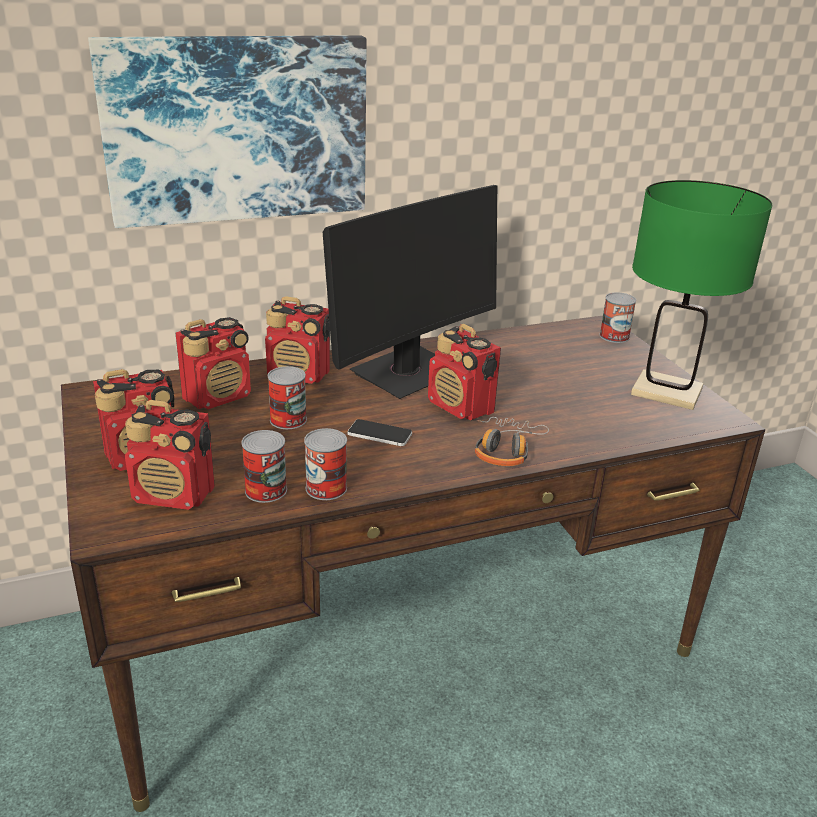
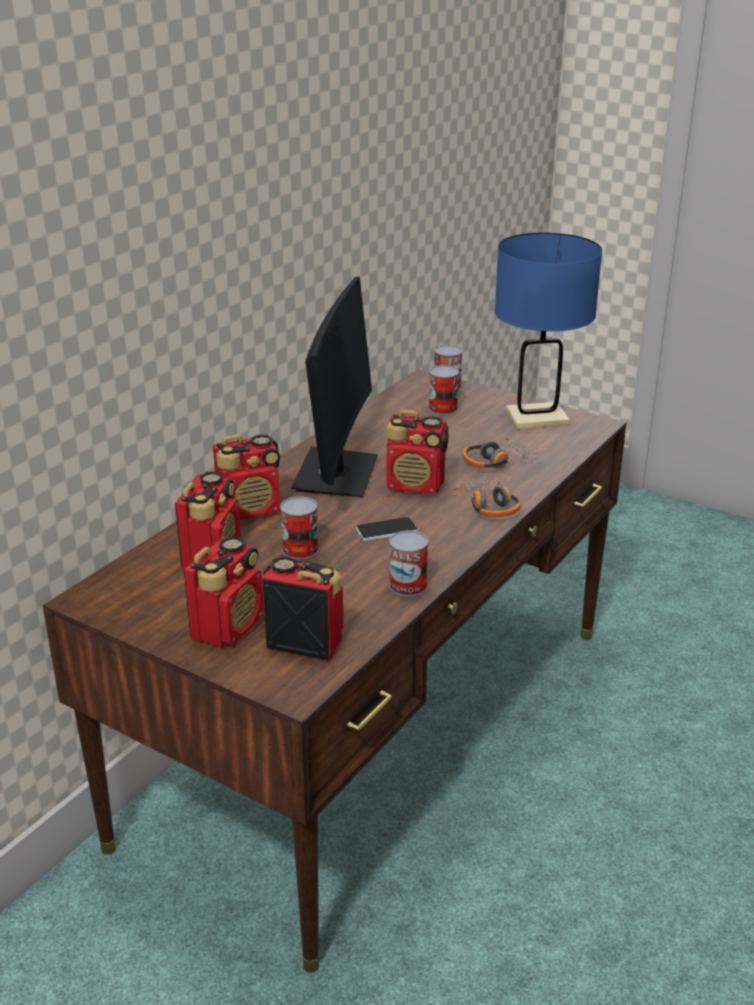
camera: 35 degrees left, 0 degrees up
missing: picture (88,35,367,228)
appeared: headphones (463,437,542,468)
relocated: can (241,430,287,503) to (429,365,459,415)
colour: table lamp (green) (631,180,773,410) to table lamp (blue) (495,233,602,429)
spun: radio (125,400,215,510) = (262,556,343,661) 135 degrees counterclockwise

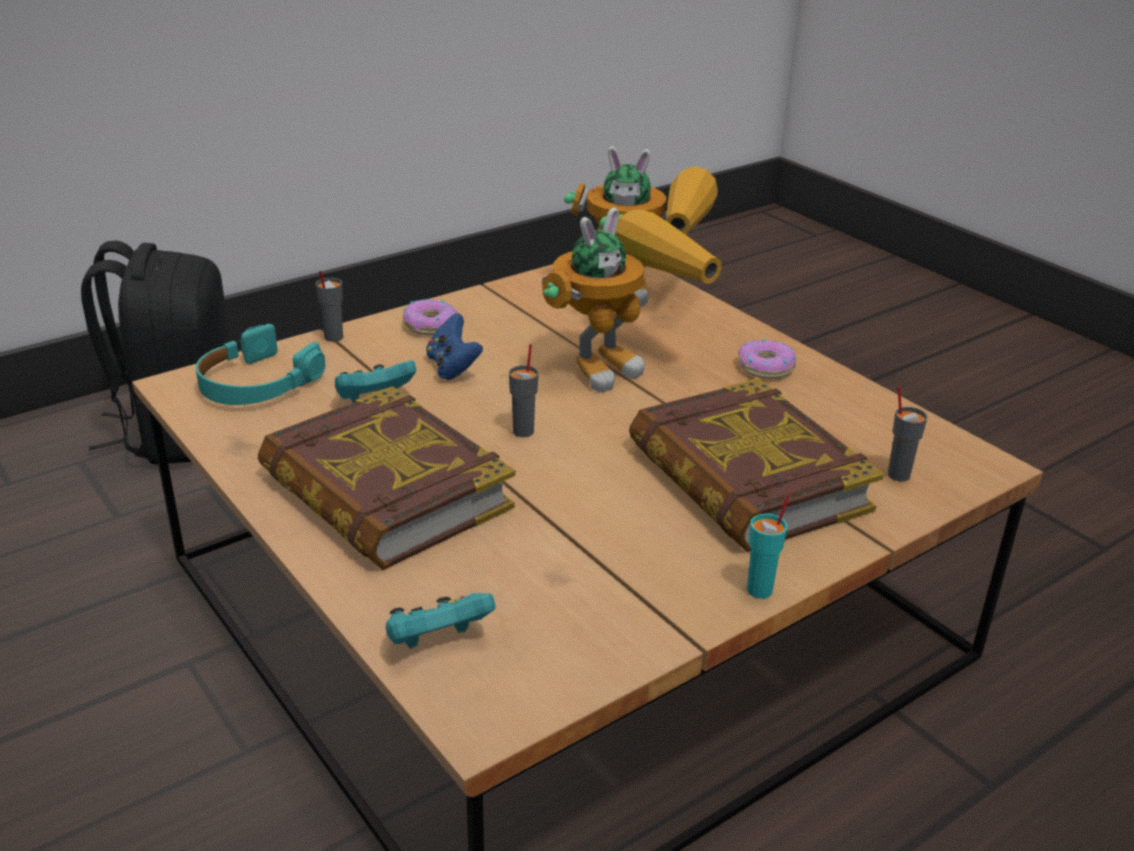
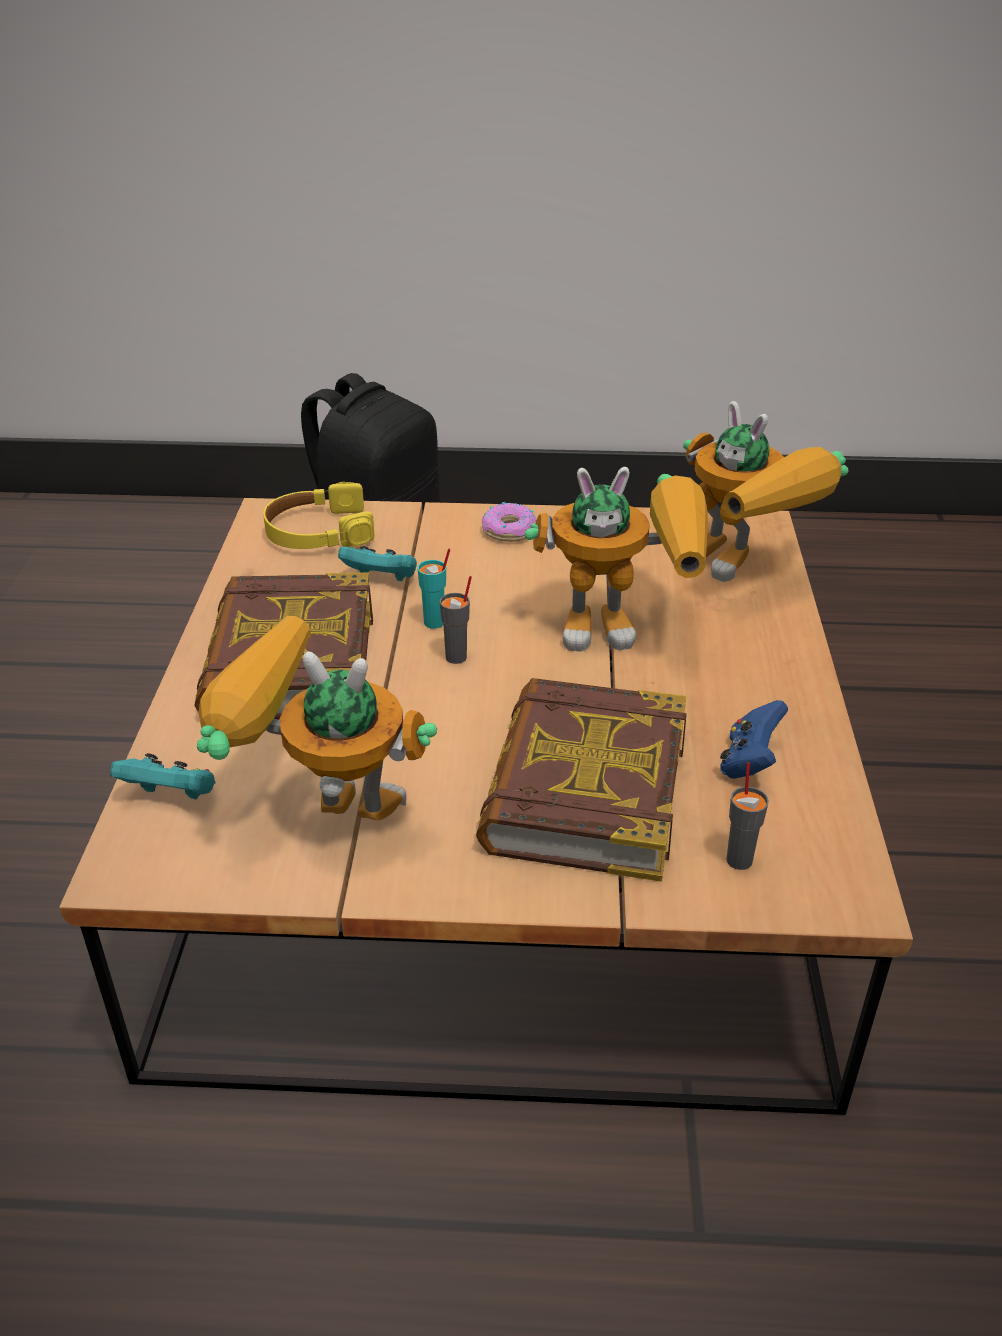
camera: 40 degrees right, 5 degrees up
missing: cup (grey) (316,271,343,342); donut (738,339,796,379)
appeared: toy robot (197,616,437,821)
relocated: game controller (blue) (426,313,483,380) to (720,700,788,779); cup (turquoise) (747,494,790,599) to (417,549,451,629)
colour: headphones (turquoise) (196,324,325,405) to headphones (yellow) (263,482,375,549)

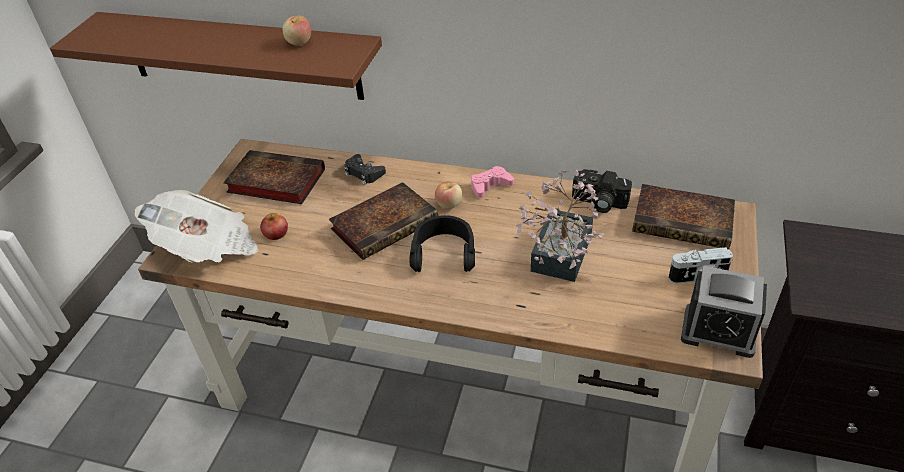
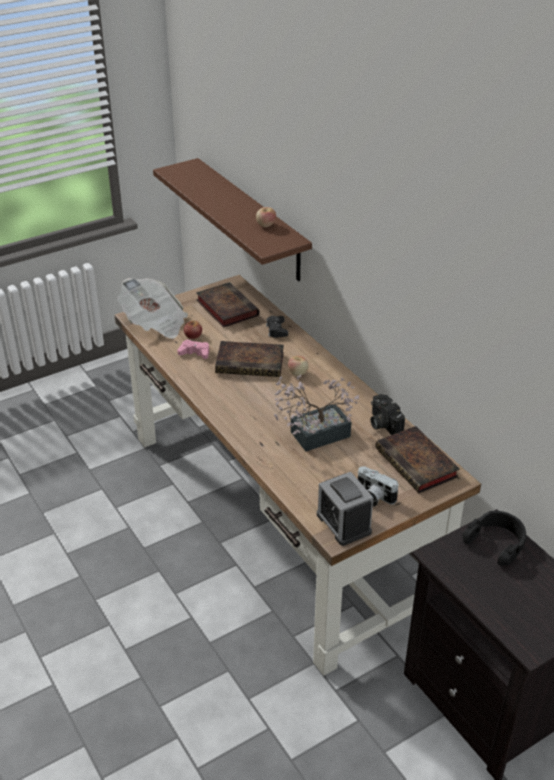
camera: 40 degrees right, 5 degrees down
relocated: headphones (black) (410,215,475,272) to (462,511,526,566); game controller (pink) (471,166,514,198) to (177,340,209,359)

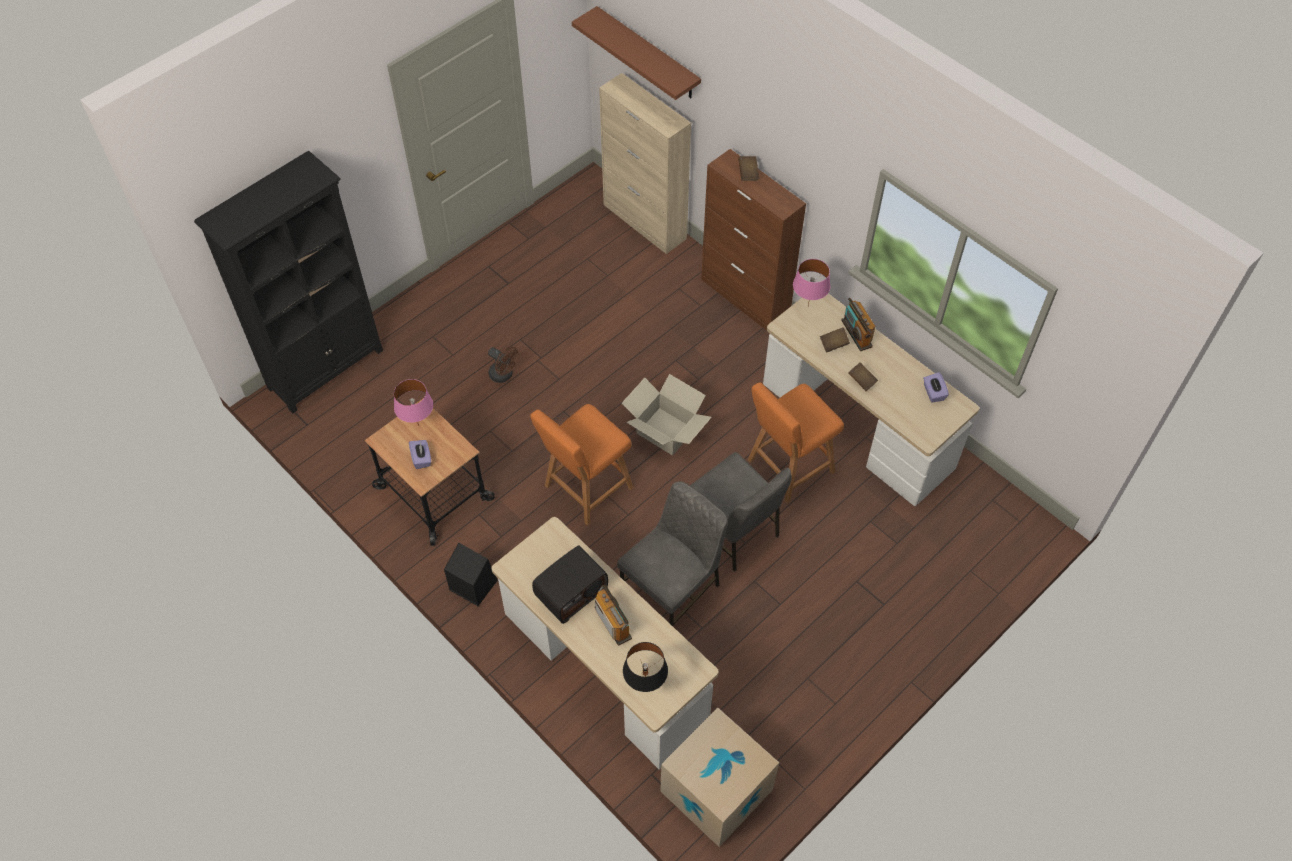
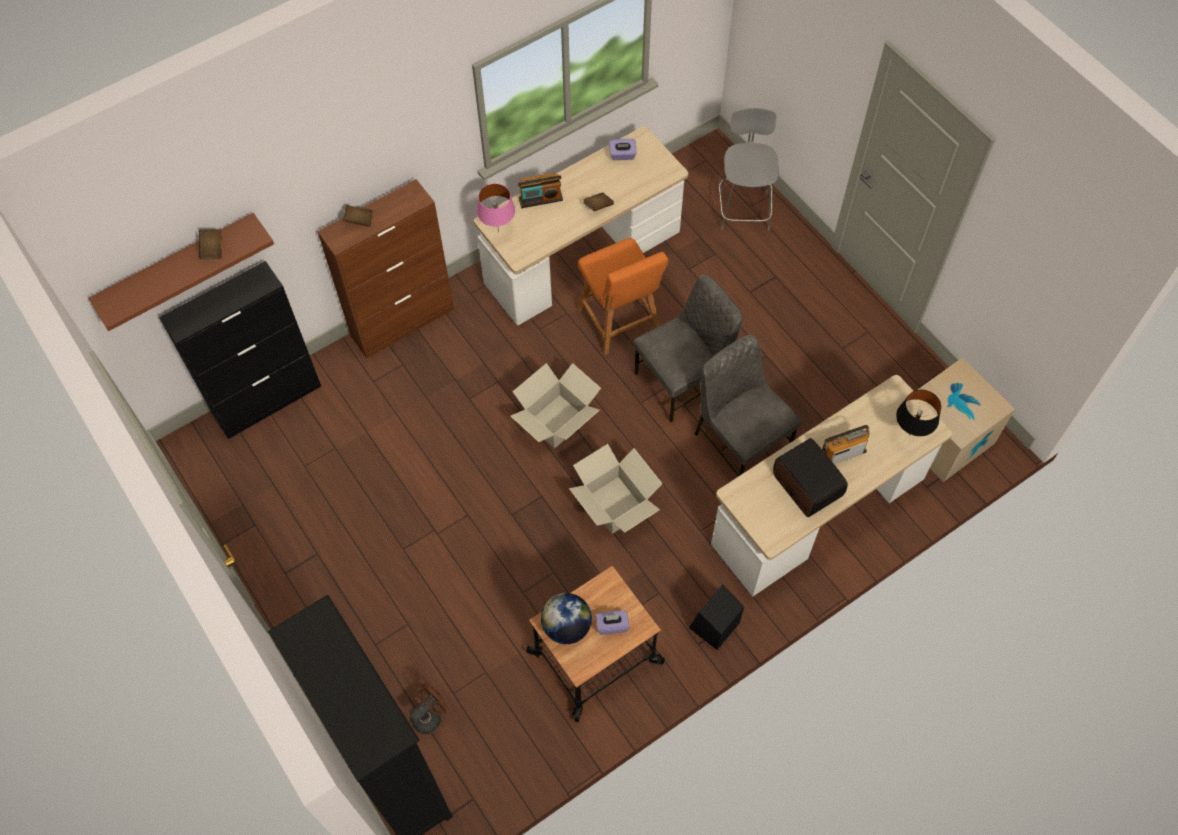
camera: 80 degrees left, 5 degrees up
appeared: chair (grey) (719,108,779,230)
relocated: fan (brown) (488,347,519,383) to (410,684,447,734); book (brown) (820,327,850,352) to (199,229,222,259)
exchanged: table lamp (pink) (394,379,433,426) to globe (541,593,592,644); stool (orange) (530,404,634,526) to cardboard box (569,444,663,534)
colour: cabinet (beige) (599,73,691,254) to cabinet (black) (159,261,321,439)

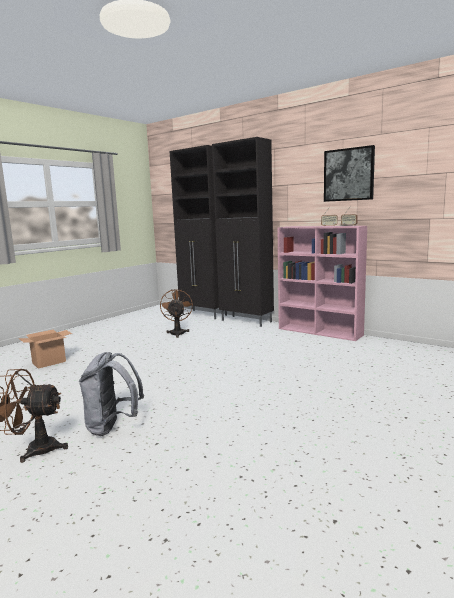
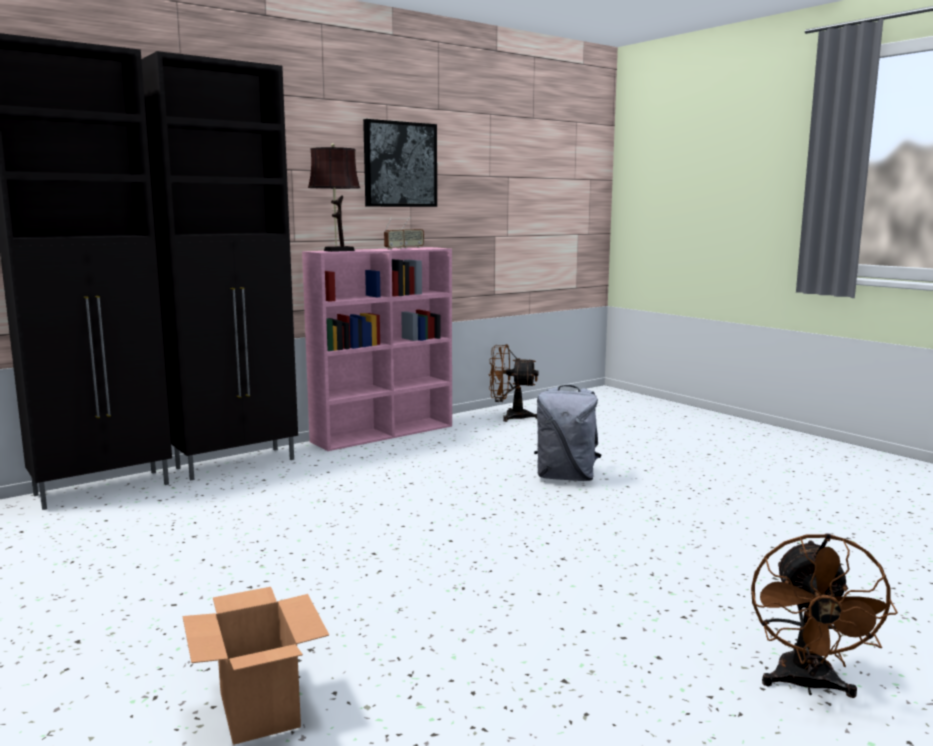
camera: 75 degrees left, 0 degrees up
appeared: table lamp (brown) (308,143,360,252)
relocated: backpack (grey) (79,352,144,436) to (534,385,602,481); fan (brown) (160,289,193,338) to (489,344,539,422)

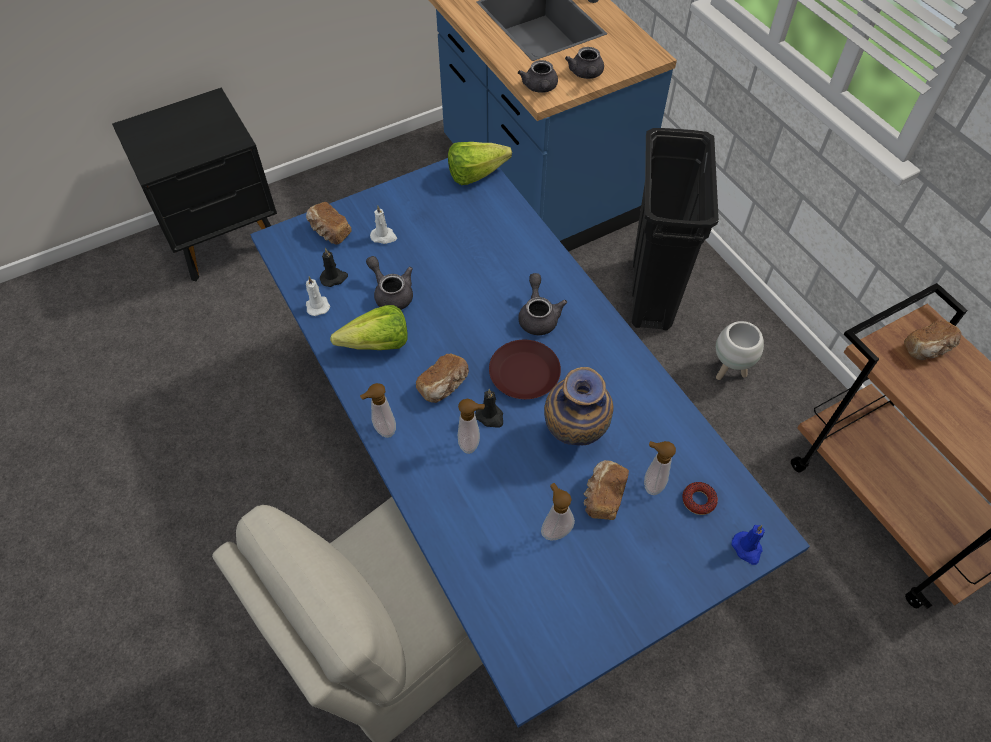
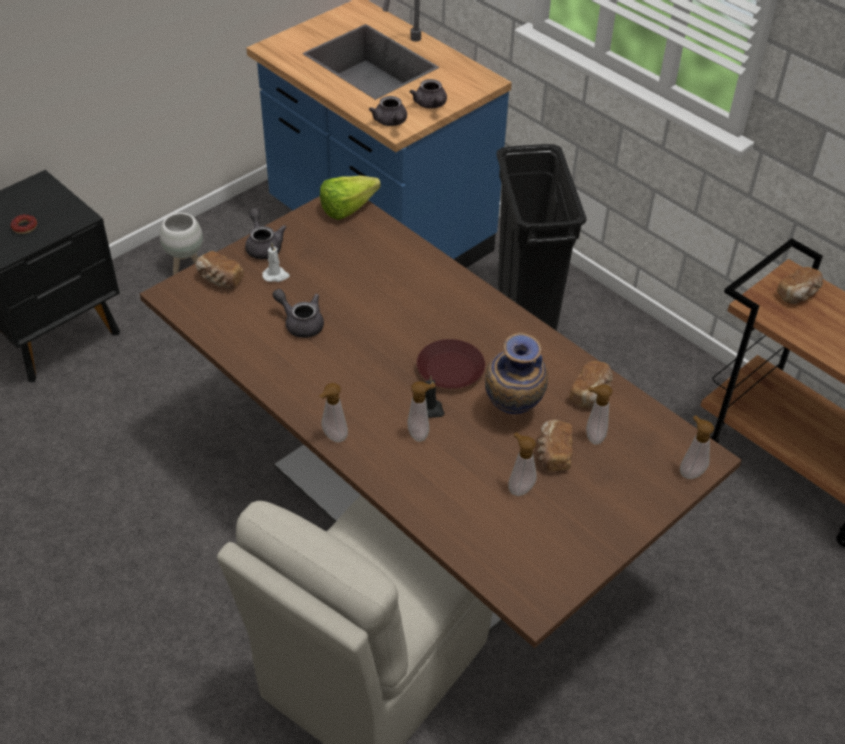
camera: 15 degrees left, 10 degrees down
missing: candle (white) (306,276,330,316); candle (black) (320,247,348,287); lettuce (330,305,408,350)
relocated: bread (416,354,469,403) to (569,361,613,408); teapot (grey) (518,273,567,335) to (245,208,287,259); donut (683,482,718,515) to (11,214,37,234); planter (white) (716,321,764,380) to (160,213,203,275)
exchanged: candle (blue) (732,525,765,565) to soap dispenser (680,415,714,479)
colour: dining table (blue) (250,158,810,728) to dining table (brown) (140,196,742,648)

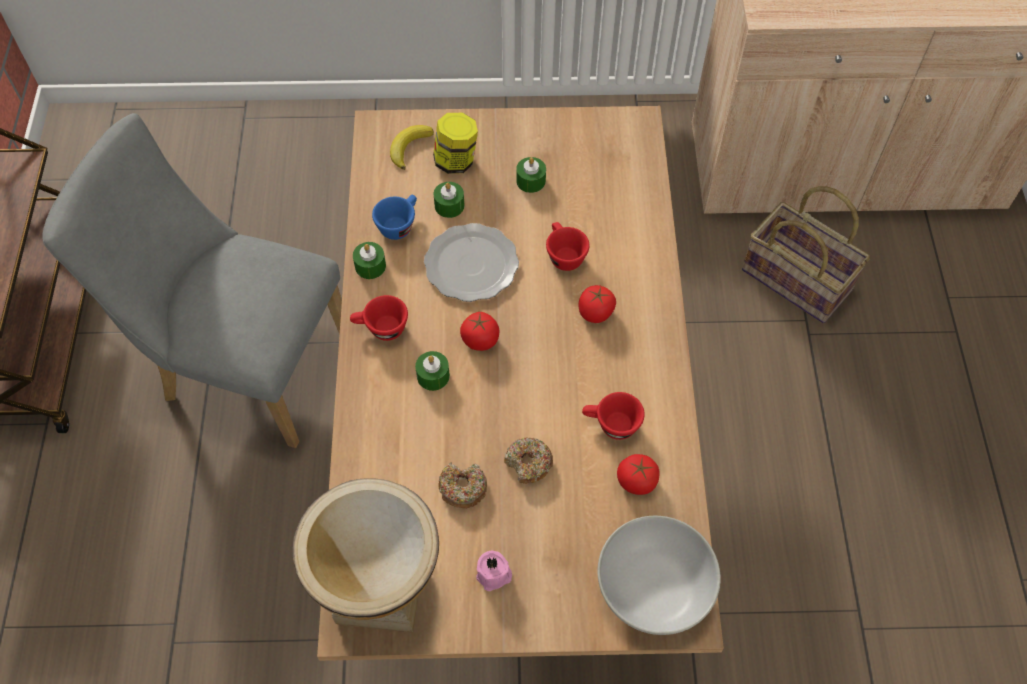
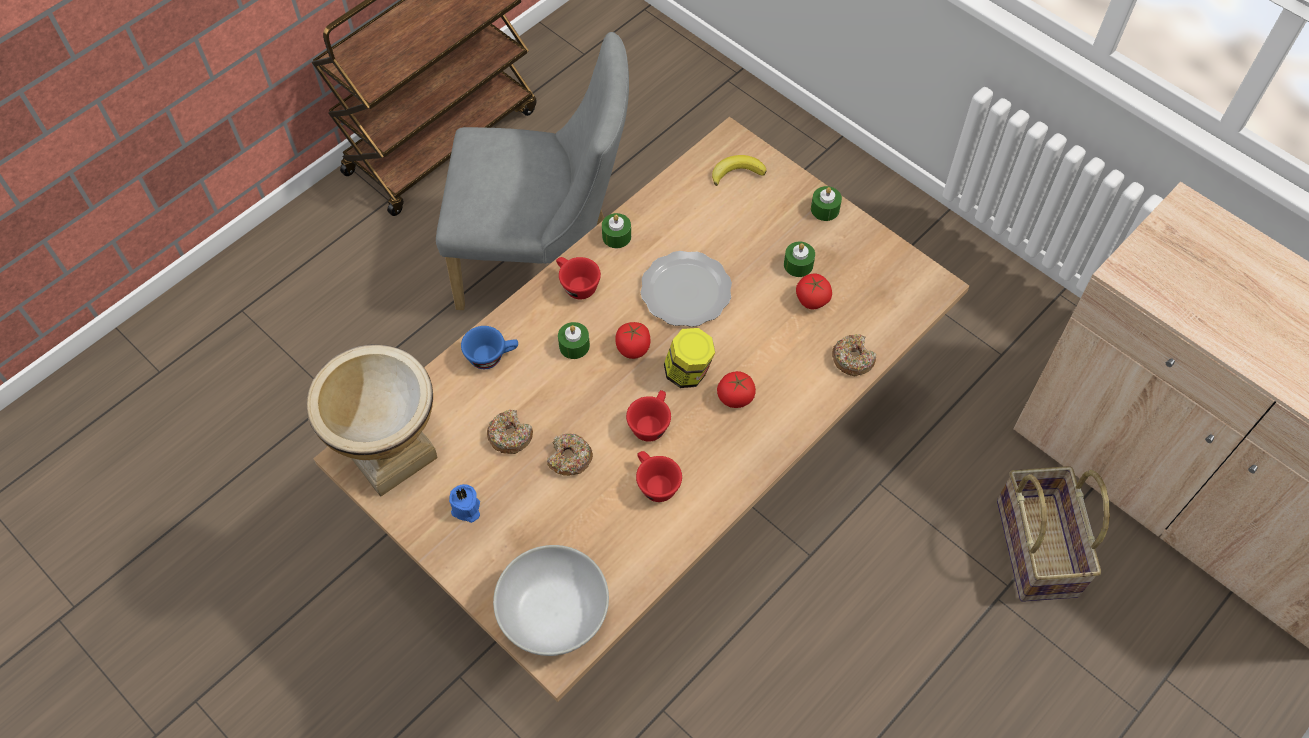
camera: 45 degrees right, 0 degrees up
appeared: donut (832,334,876,376)
relocated: cup (blue) (372,195,417,240) to (461,326,518,369); jar (433,113,478,174) to (664,328,715,388); candle (green) (434,182,464,218) to (811,186,842,221); cup (red) (546,222,590,271) to (626,390,671,441); tomato (617,454,660,495) to (796,274,832,309)
colour: candle (pink) (476,550,512,591) to candle (blue) (449,484,480,523)
spun: chair (grey) (43,113,342,448) = (436,32,629,310) 120 degrees clockwise

